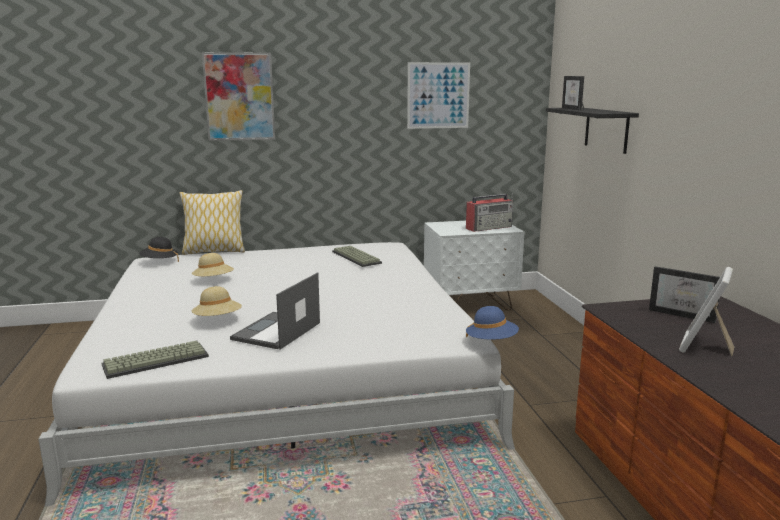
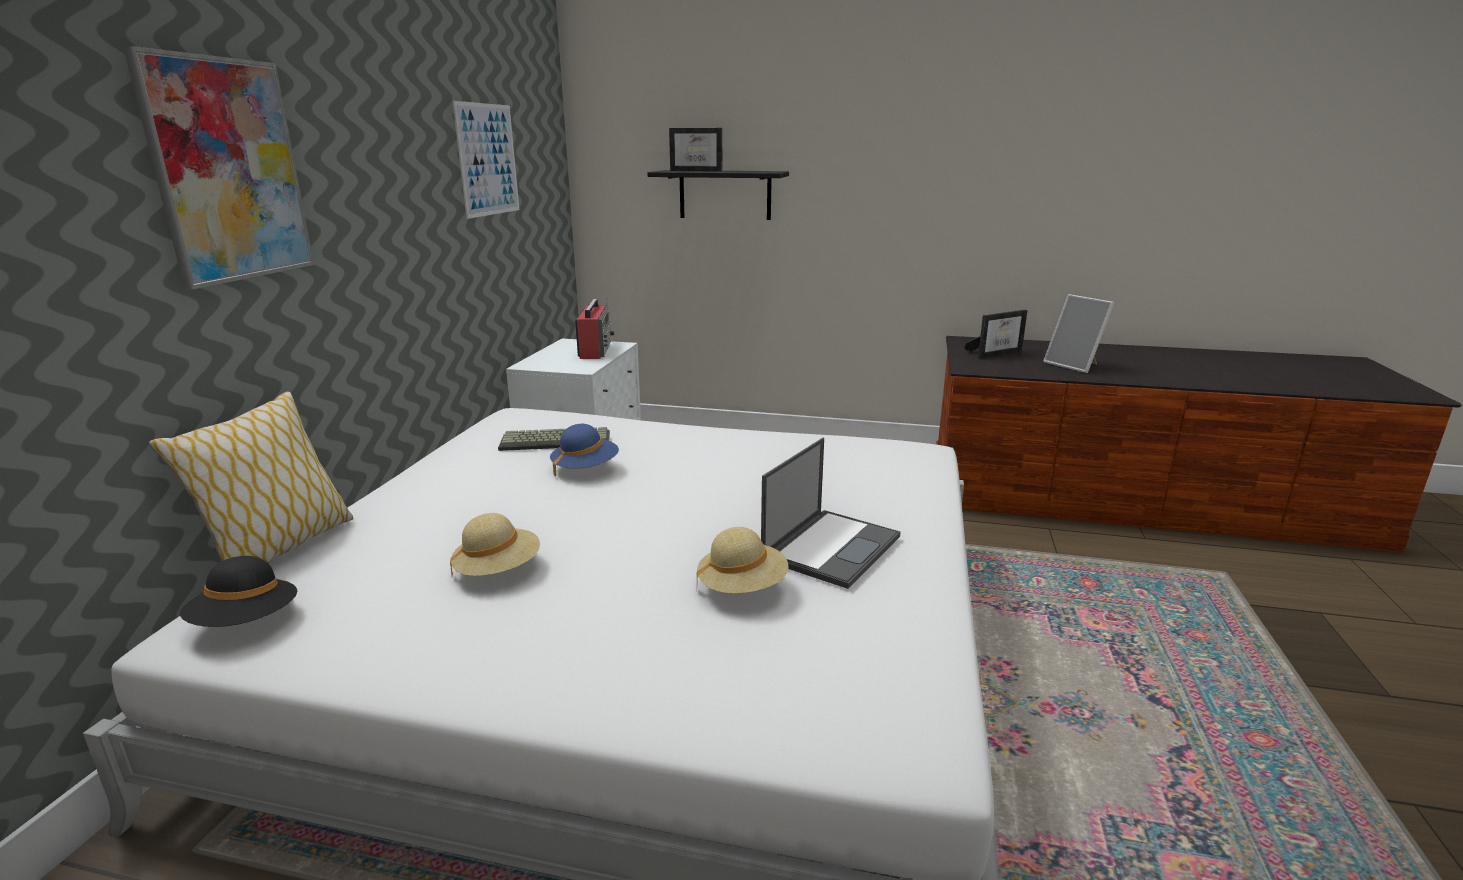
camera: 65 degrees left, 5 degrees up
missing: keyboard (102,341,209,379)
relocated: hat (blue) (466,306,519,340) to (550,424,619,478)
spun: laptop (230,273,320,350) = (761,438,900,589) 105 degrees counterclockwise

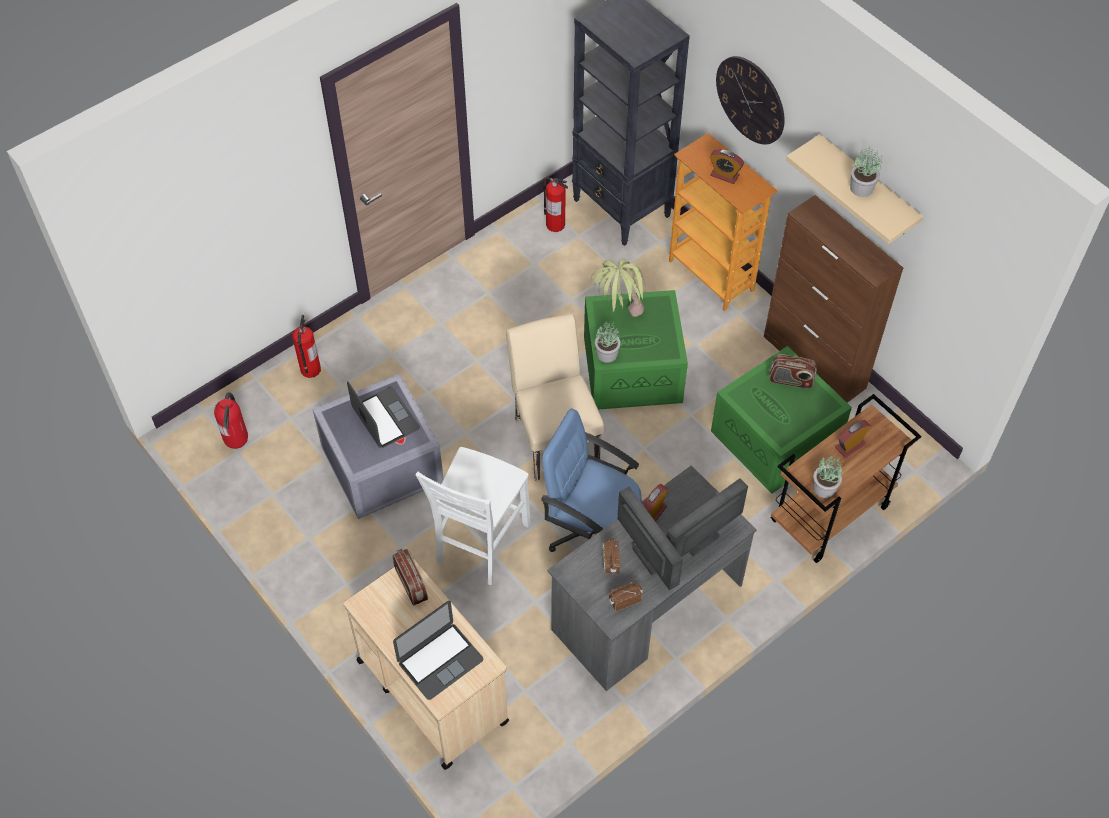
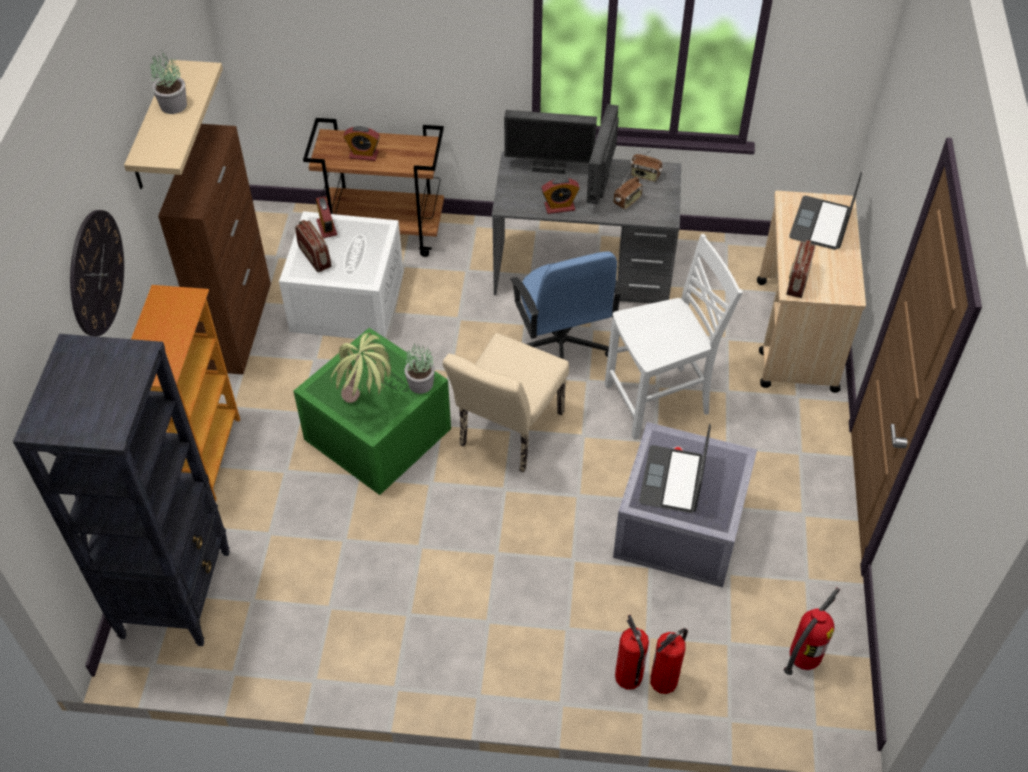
camera: 135 degrees left, 5 degrees down
missing: potted plant (813,456,842,498)
relocated: fire extinguisher (543,177,568,232) to (615,615,649,690); alarm clock (710,149,744,184) to (316,197,337,238)
colour: storage box (green) (711,346,852,493) to storage box (white) (279,211,403,339)
spun: laptop (393,601,484,700) = (789,172,862,250) 75 degrees counterclockwise

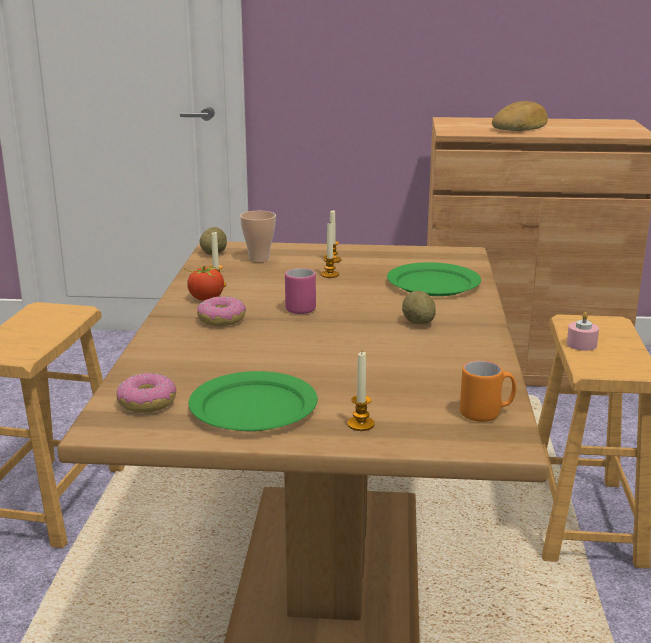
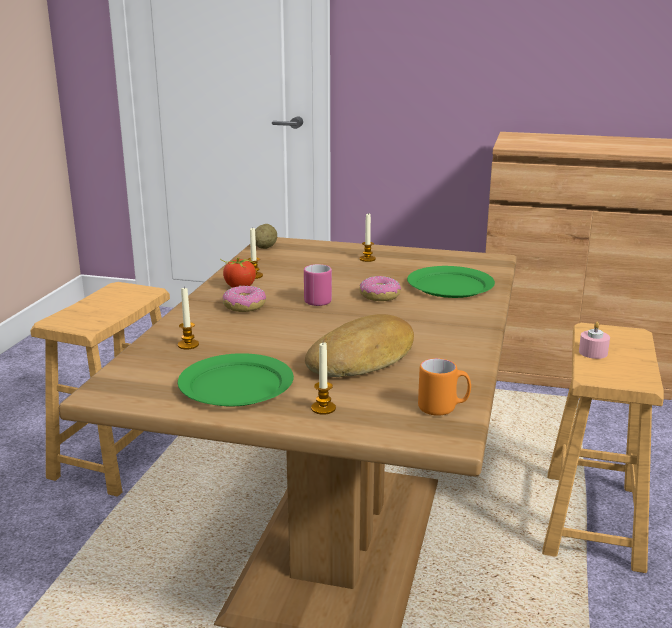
camera: 10 degrees right, 0 degrees up
missing: cup (240,211,276,262); potato (402,291,436,324)
relocated: donut (116,373,177,413) to (360,276,401,301); candle (321,224,339,278) to (178,288,199,350); bread (492,101,548,131) to (305,314,414,377)

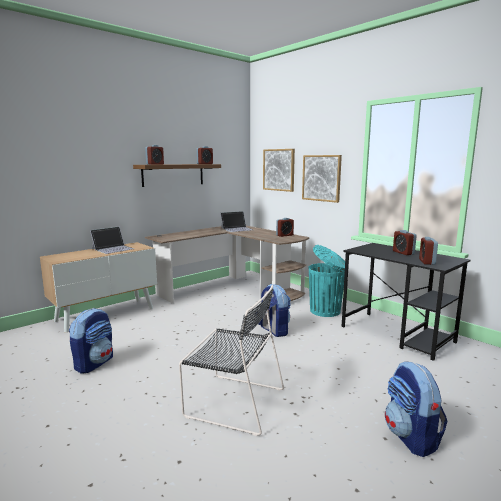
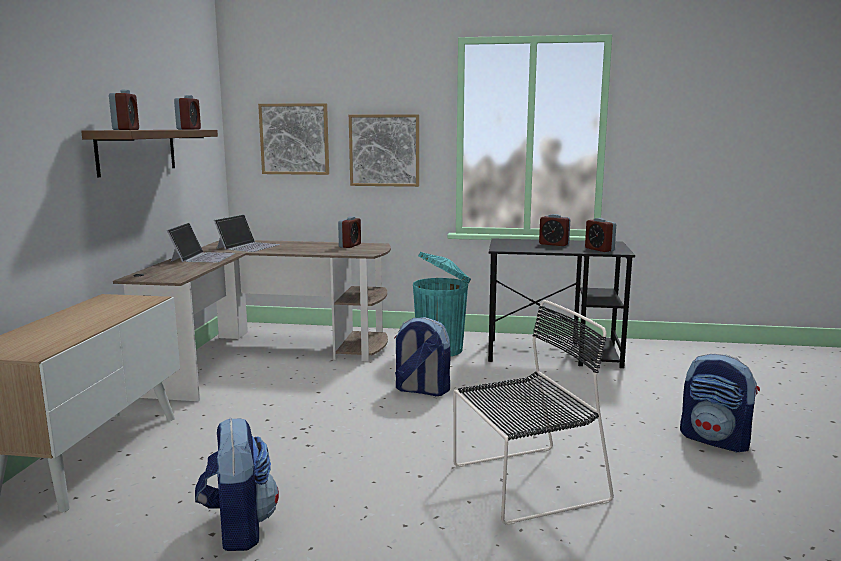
camera: 40 degrees left, 0 degrees up
relocated: laptop (90,227,134,254) to (167,223,235,262)

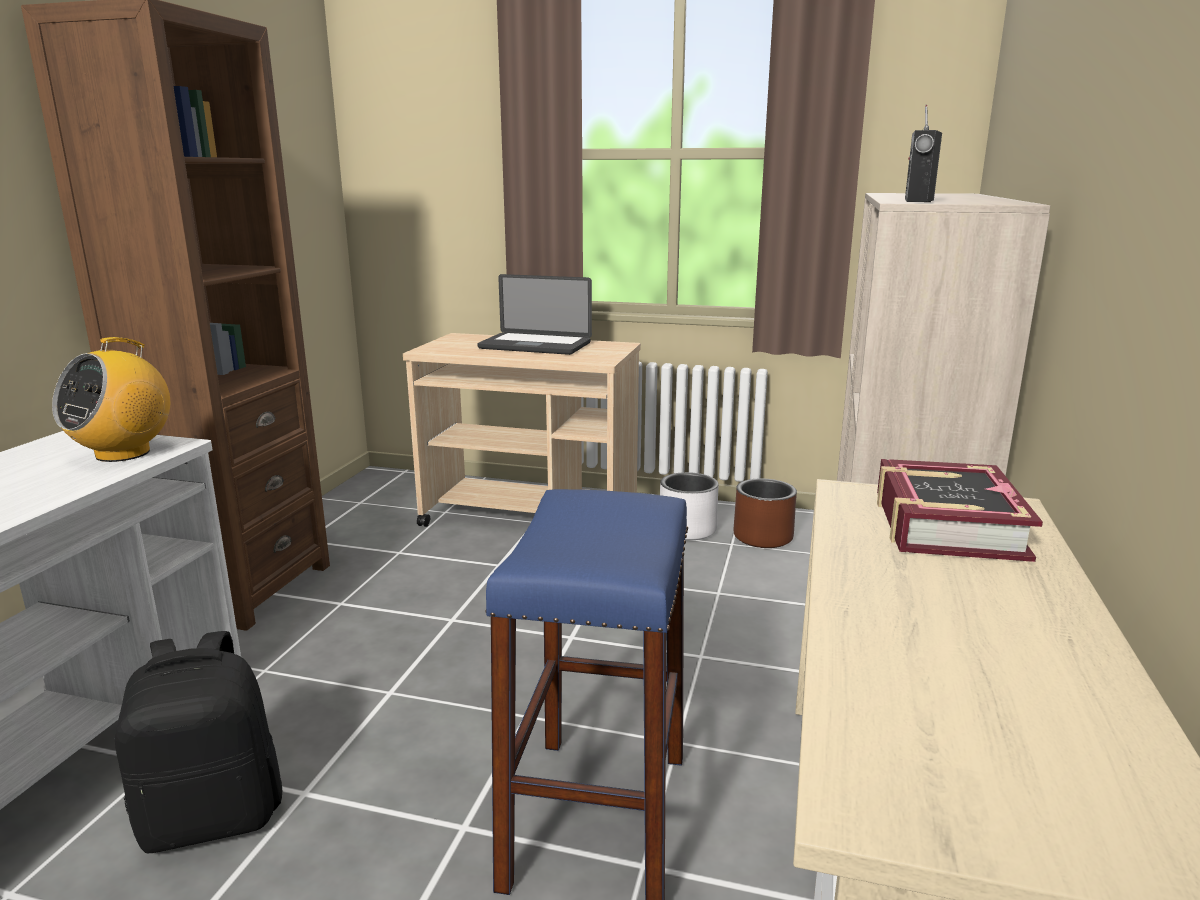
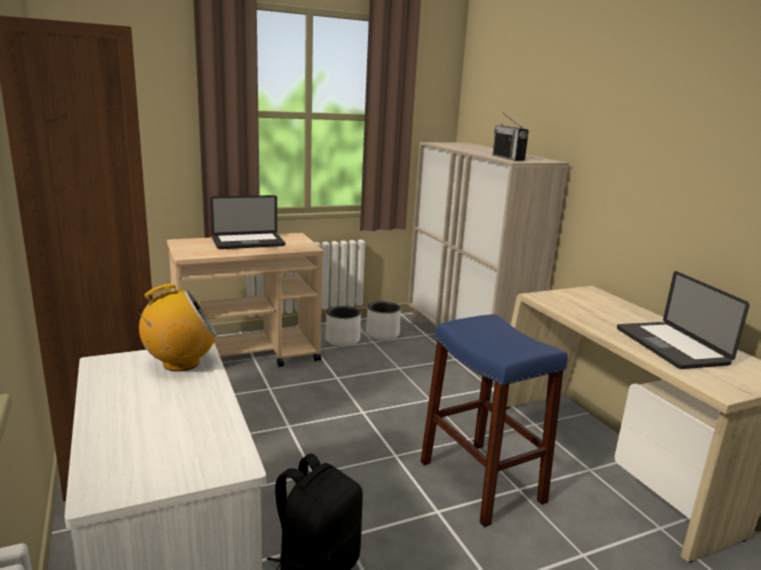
camera: 40 degrees left, 0 degrees up
missing: book (877,459,1043,562)
appeared: laptop (617,271,750,369)
colour: planter (brown) (733,478,797,548) to planter (white) (366,301,401,340)
spun: radio (52,337,170,462) = (135,283,217,371) 105 degrees counterclockwise

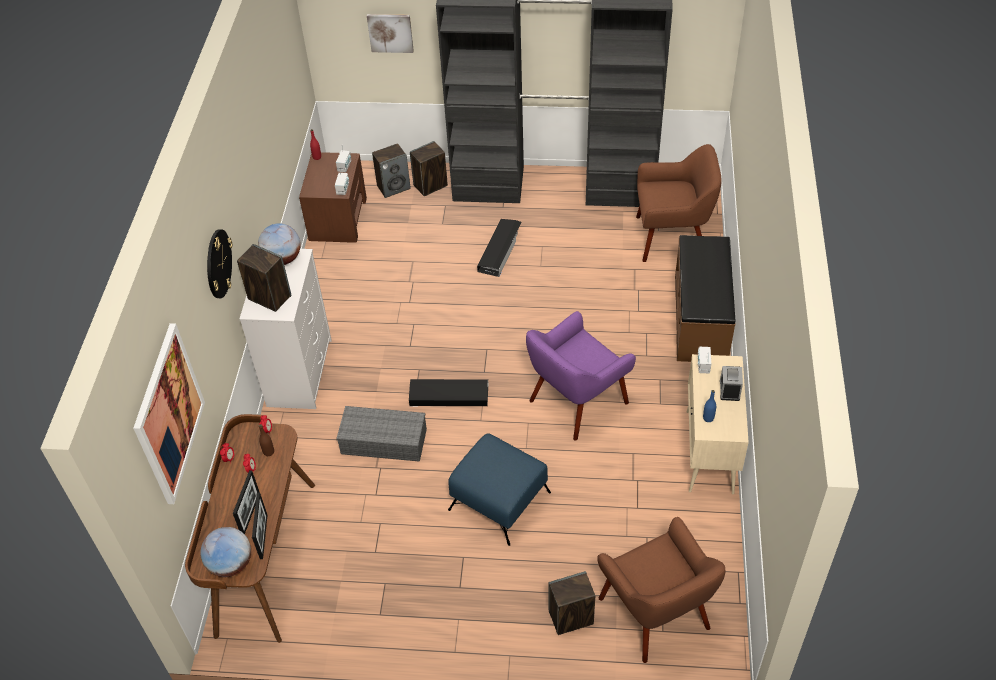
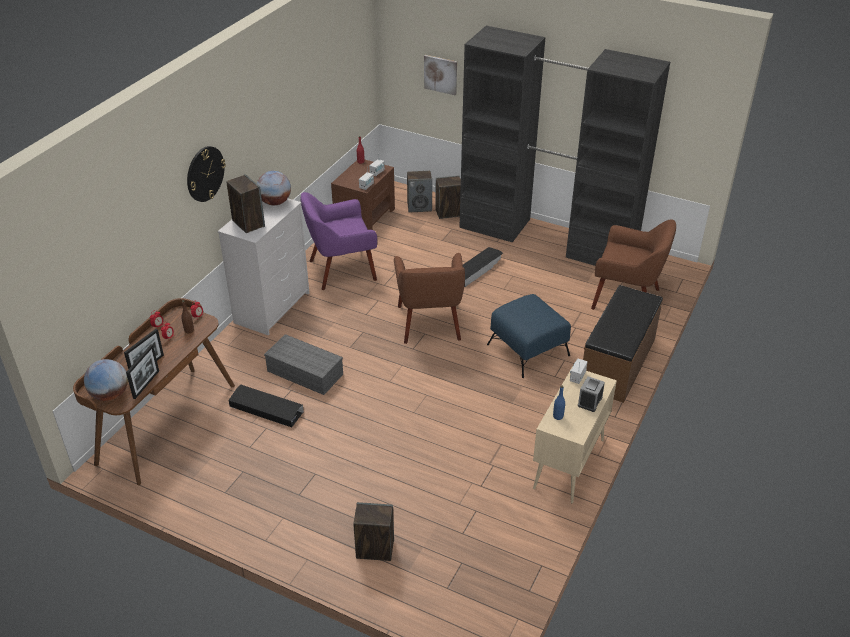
camera: 20 degrees right, 10 degrees down
missing: picture (133,323,205,504)
relocated: storage box (black) (409,379,489,406) to (229,385,304,427); ottoman (blue) (448,433,551,546) to (487,294,571,378); armchair (purple) (526,311,636,441) to (301,192,377,290); armchair (brown) (597,517,725,663) to (394,253,465,344)

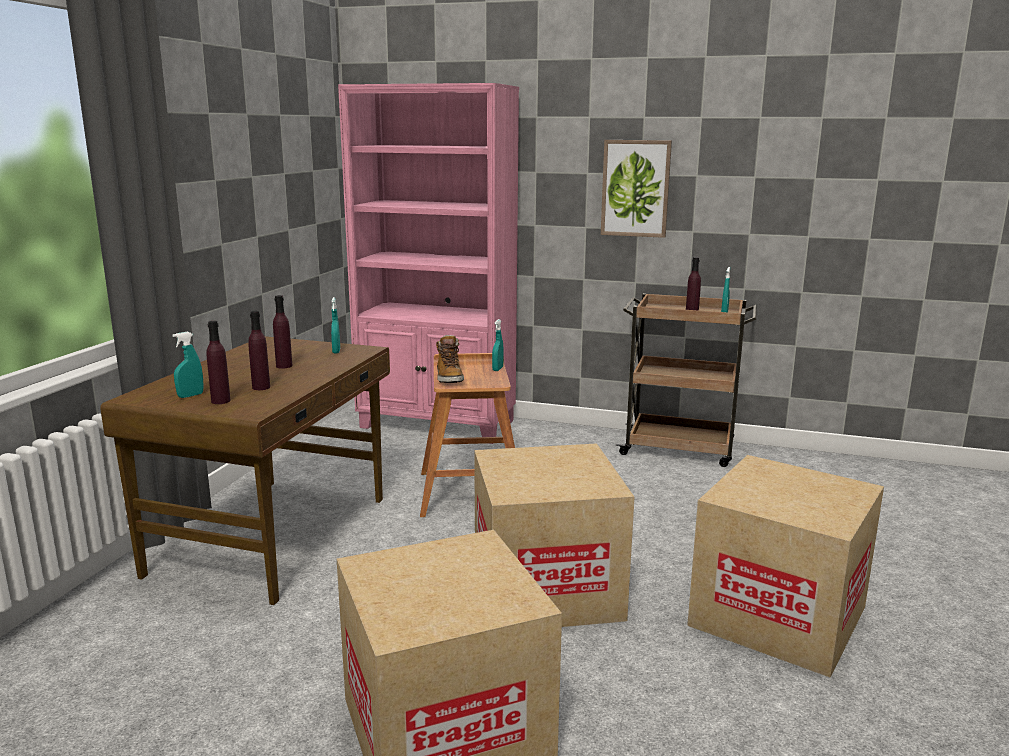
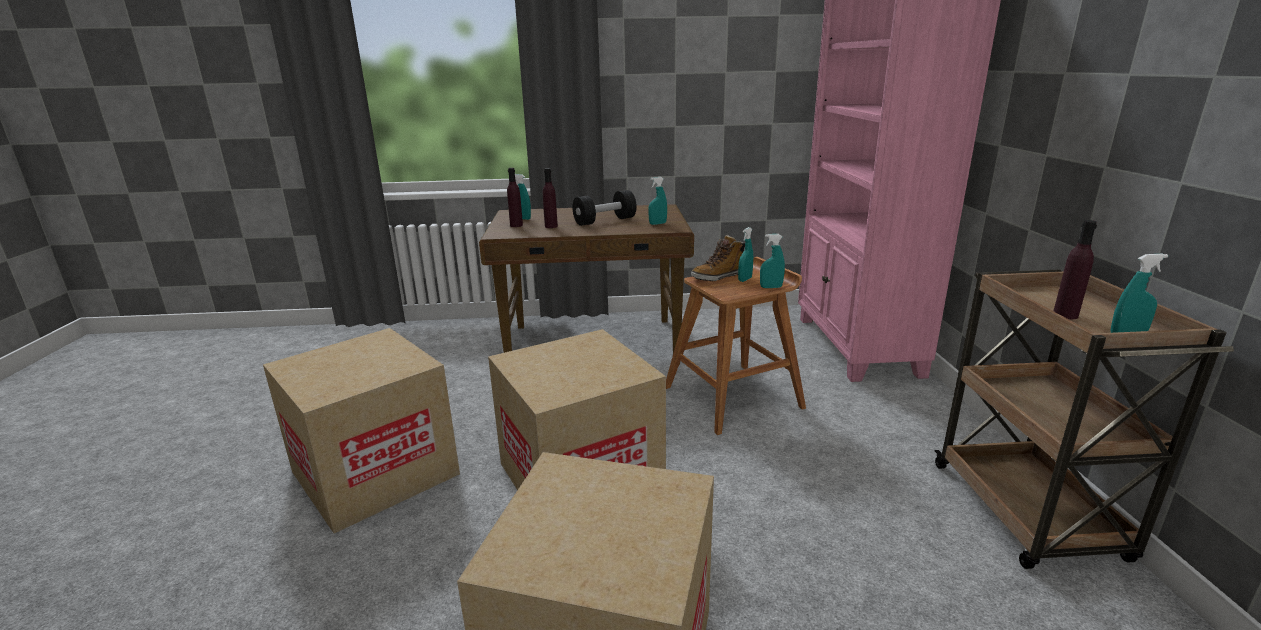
camera: 70 degrees right, 5 degrees up
missing: picture (601,140,672,238)
appeared: spray bottle (turquoise) (738,227,753,282)
exchanged: bottle (purple) (273,295,292,369) to dumbbell (black) (572,190,637,226)

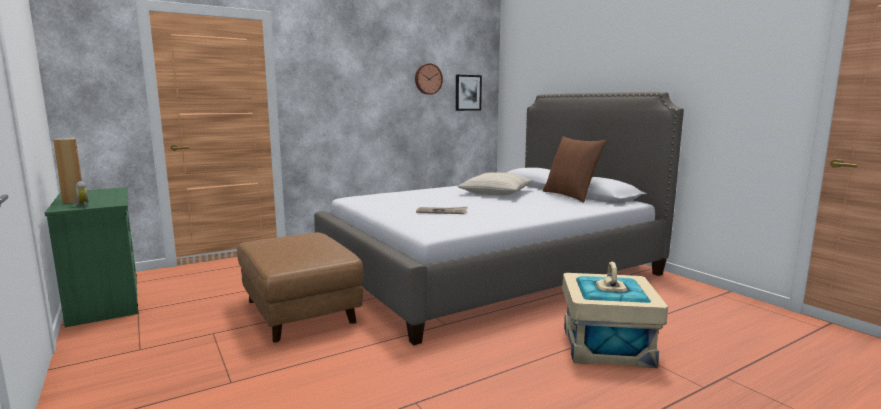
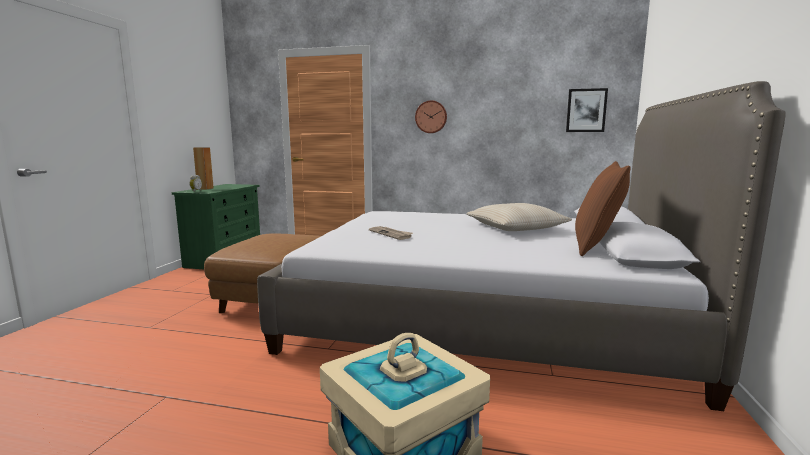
camera: 45 degrees right, 0 degrees up
relocated: wall clock (415,63,443,95) to (415,100,447,133)

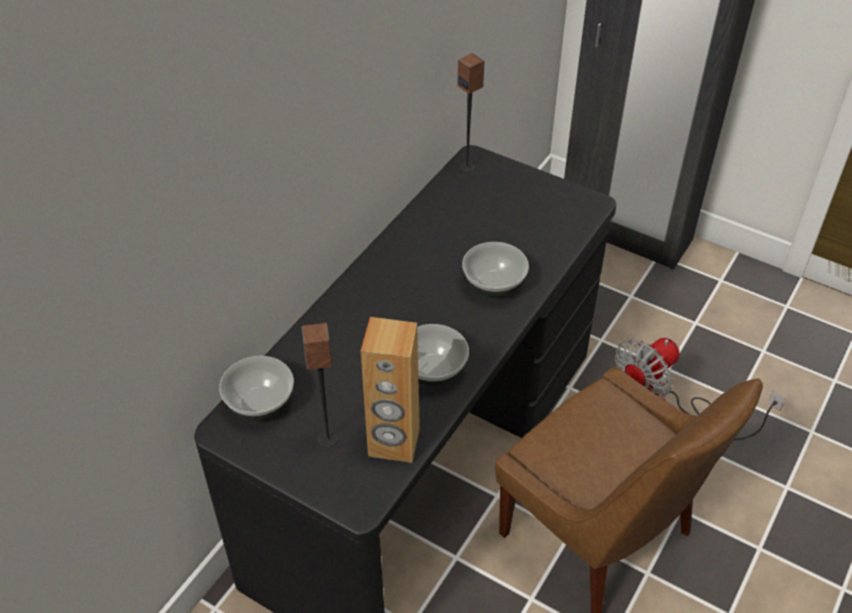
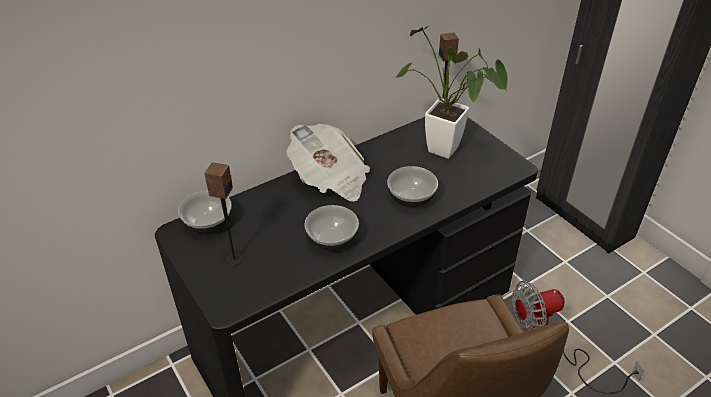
camera: 25 degrees right, 5 degrees down
missing: speaker (brown) (361,317,420,463)
appeared: newspaper (286,124,370,202); potted plant (396,26,508,159)

